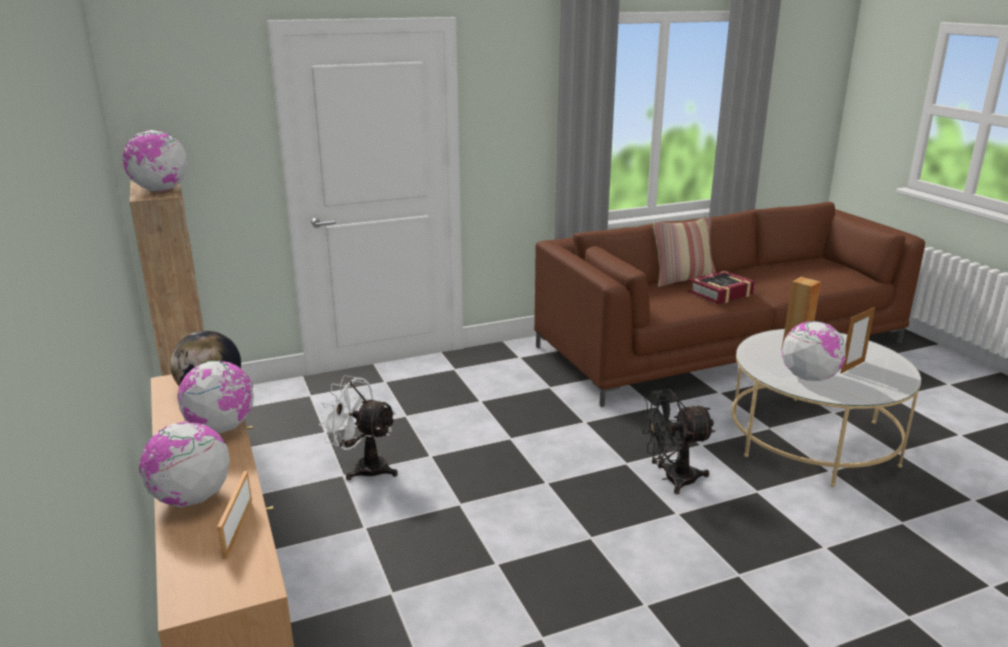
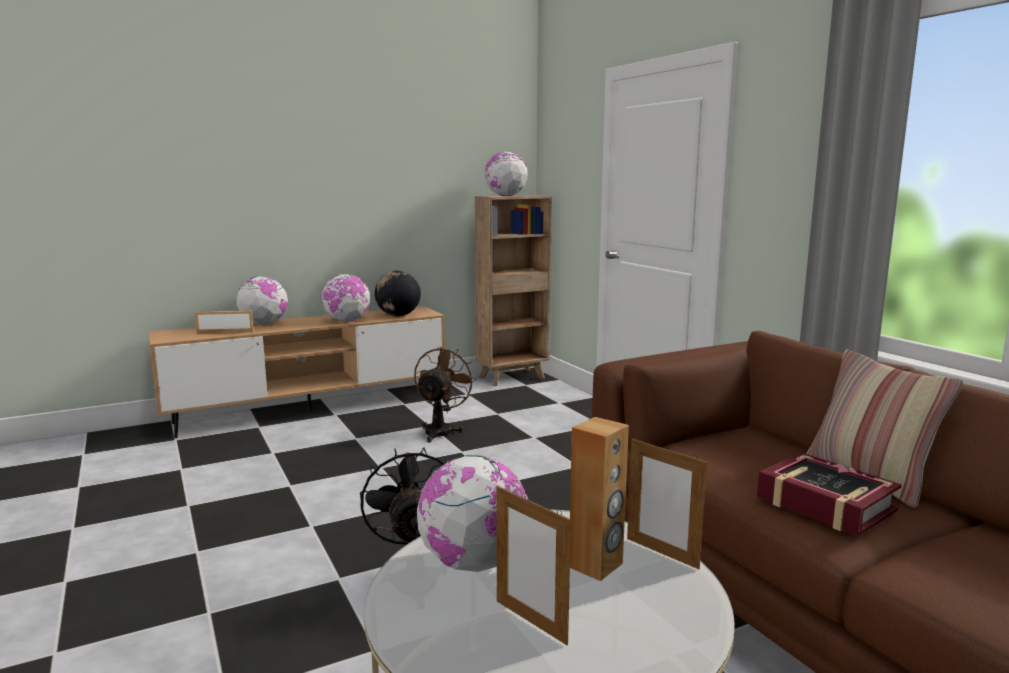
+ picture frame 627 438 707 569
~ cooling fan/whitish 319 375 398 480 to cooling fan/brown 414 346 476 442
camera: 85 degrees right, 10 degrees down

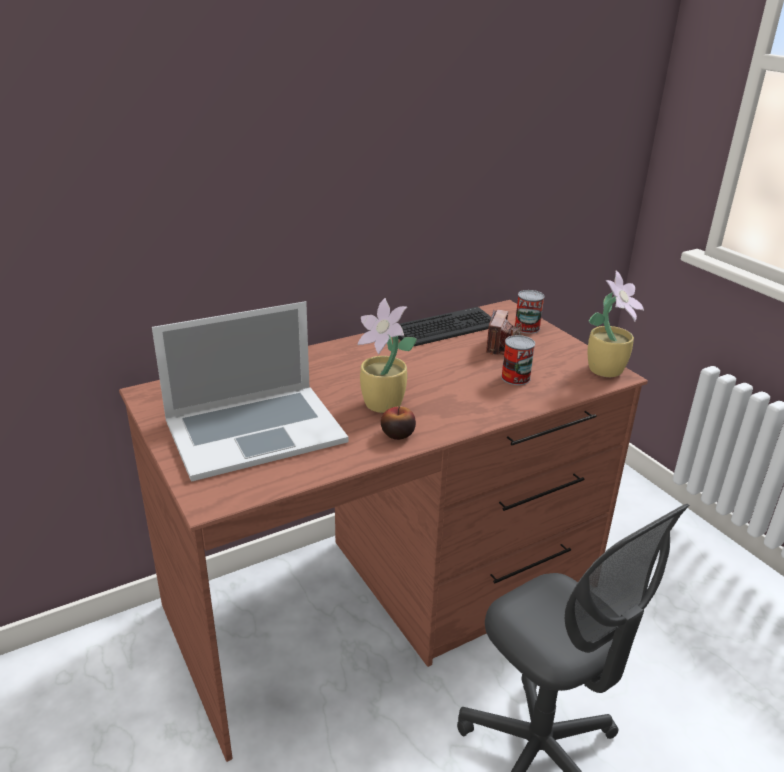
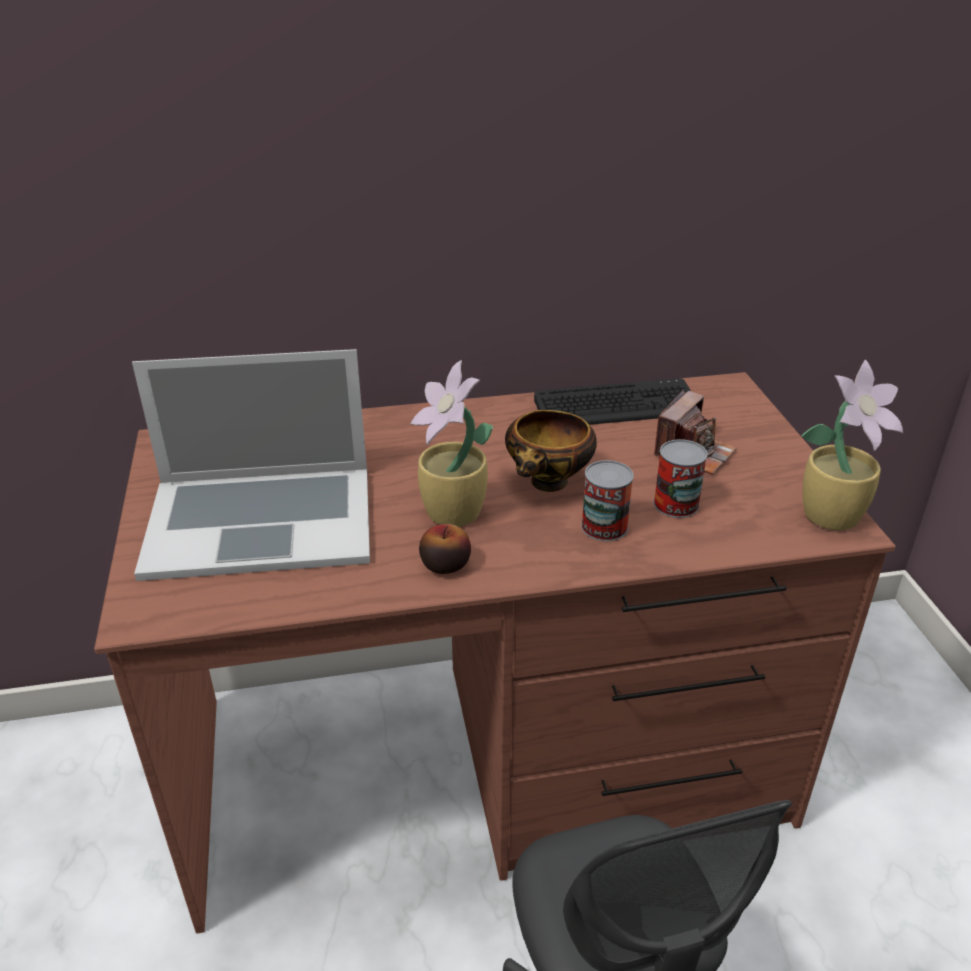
+ serving bowl 505 410 597 492
~ can 514 290 545 334 to 581 460 634 541
camera: 20 degrees right, 5 degrees up

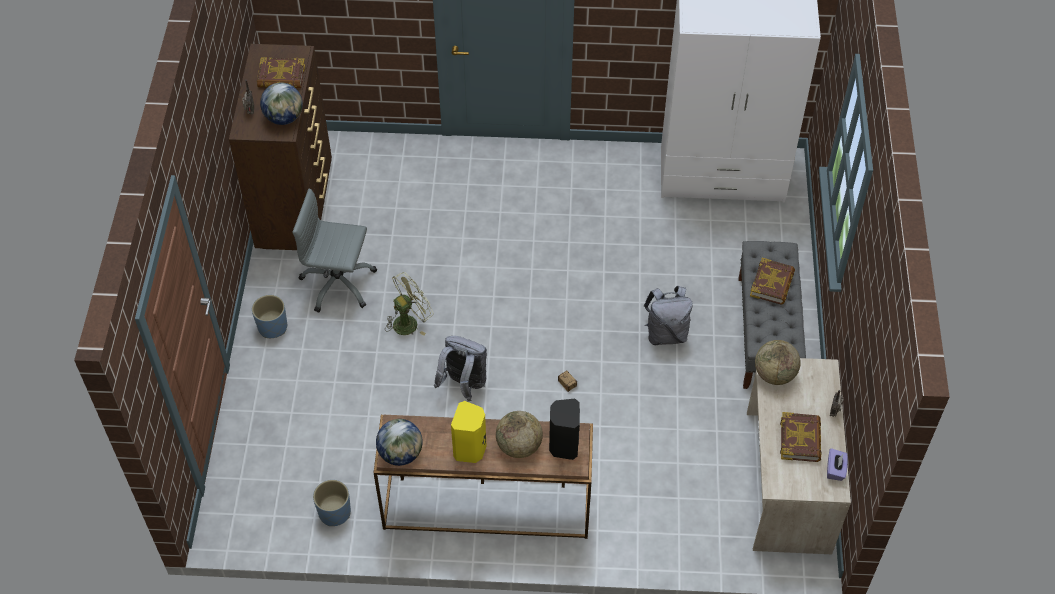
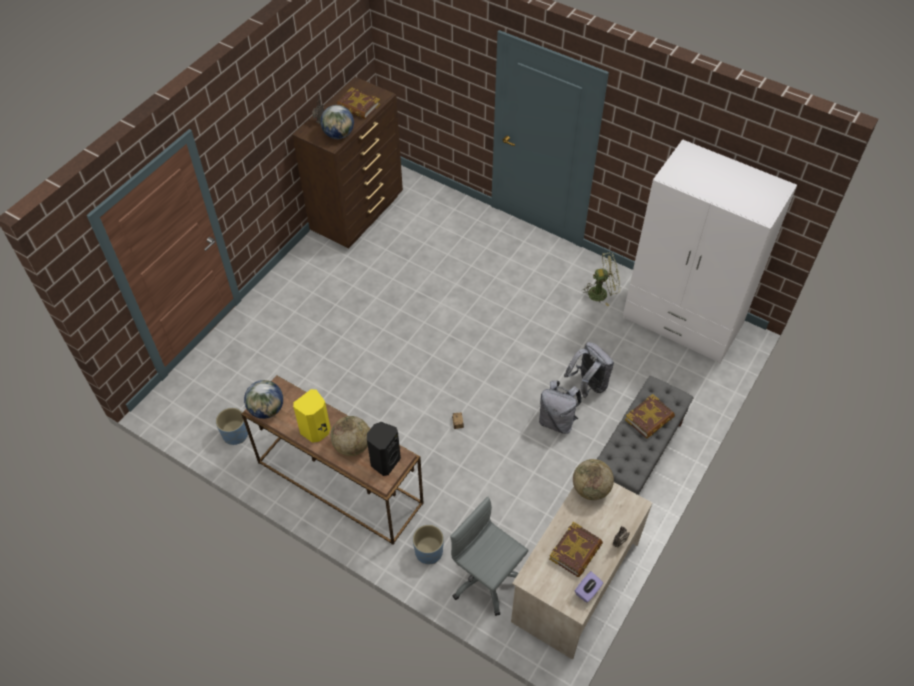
~ plant pot/bluish 252 295 287 338 to 413 525 444 564
~ office chair/gray 292 189 377 313 to 450 497 528 616
~ cooling fan/green-coloured 385 272 433 335 to 582 252 620 307
~ rucksack/gray 434 336 487 401 to 564 342 614 398
camera: 30 degrees right, 0 degrees up

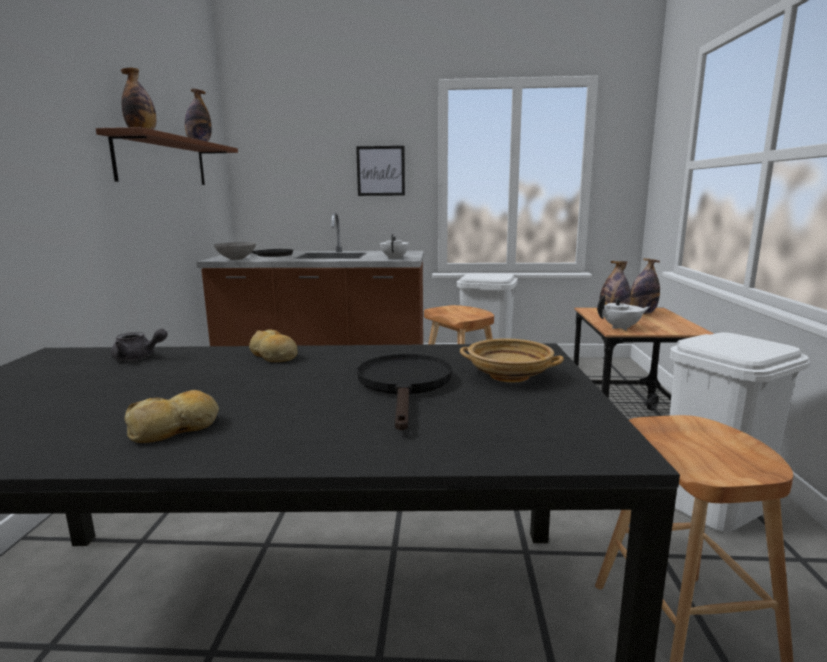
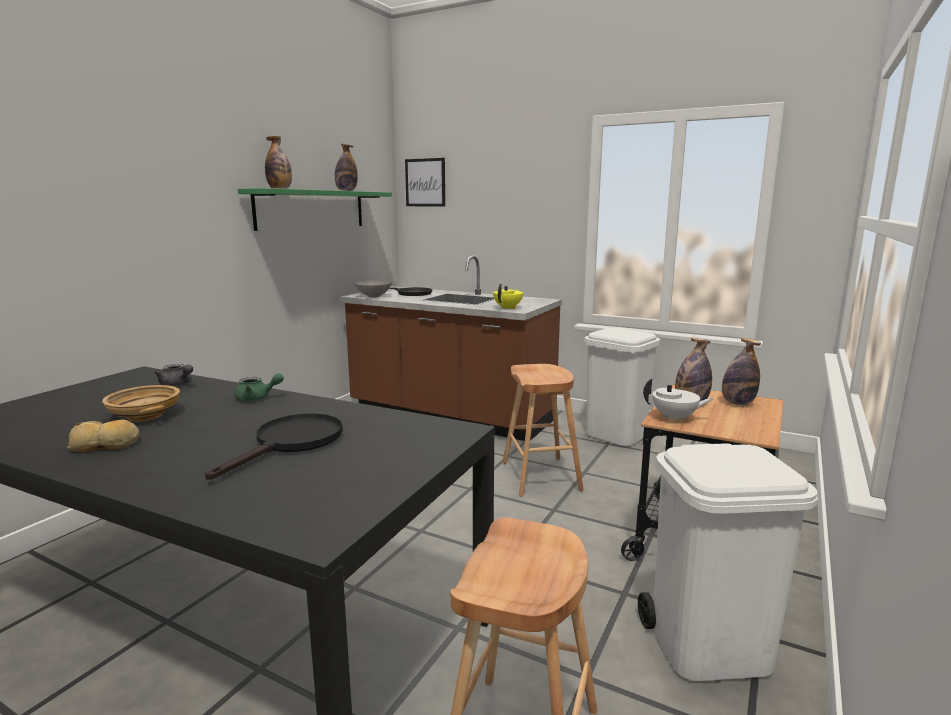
~ wall art 356 146 405 196 to 405 158 445 206
~ serving bowl/beige-coloured 460 338 564 382 to 102 385 180 421
~ bread 249 329 297 362 to teapot/green-coloured 235 373 284 401
~ bracket shelf/brown 96 127 238 185 to bracket shelf/green-coloured 238 188 392 231
~ teapot/whitish 380 234 409 259 to teapot/yellow-coloured 493 283 523 309
camera: 25 degrees right, 0 degrees up

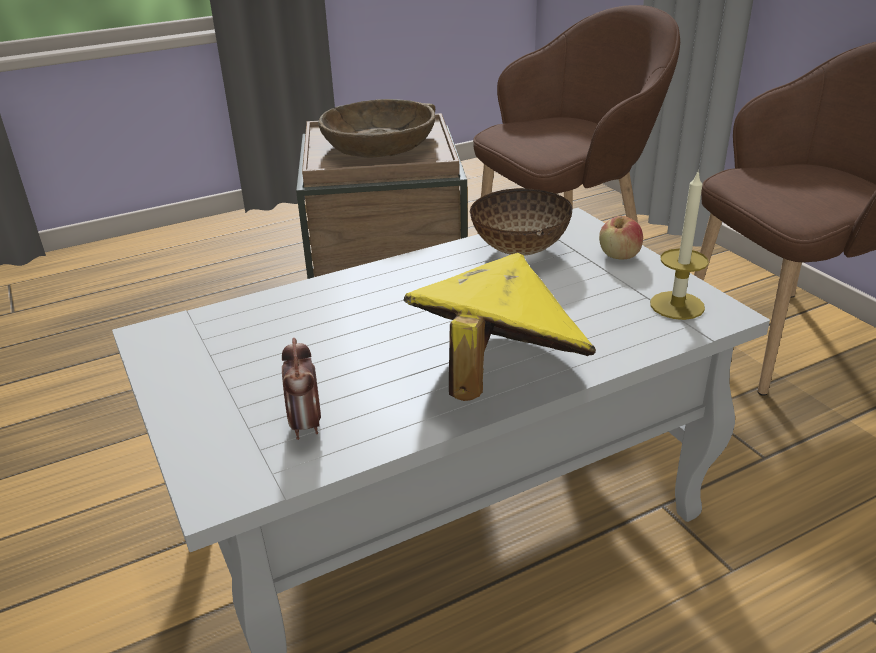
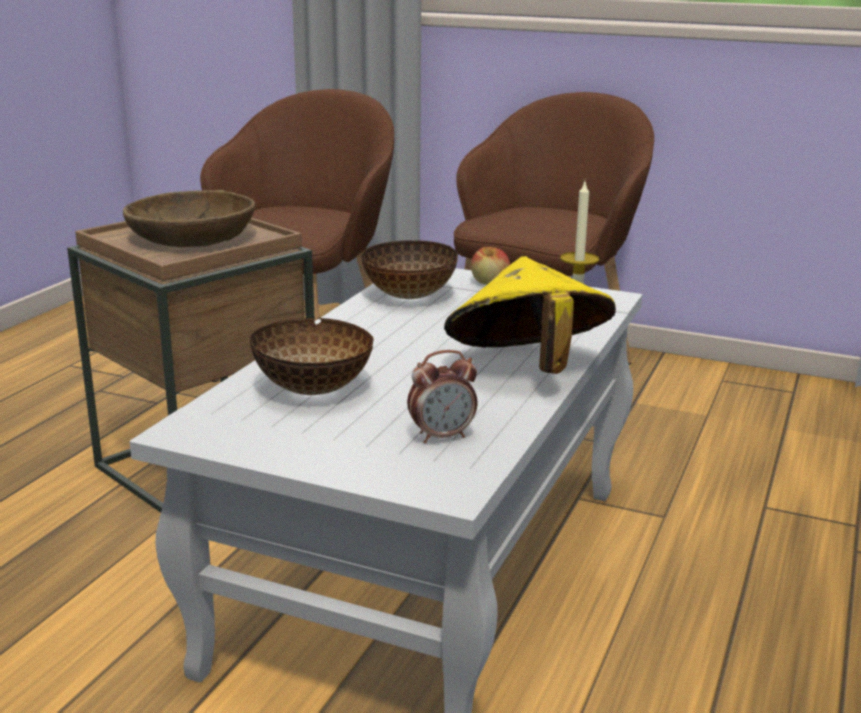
+ serving bowl 250 318 374 395
~ table clock 282 338 321 440 = 407 350 478 443 60 degrees counterclockwise
camera: 40 degrees left, 10 degrees down

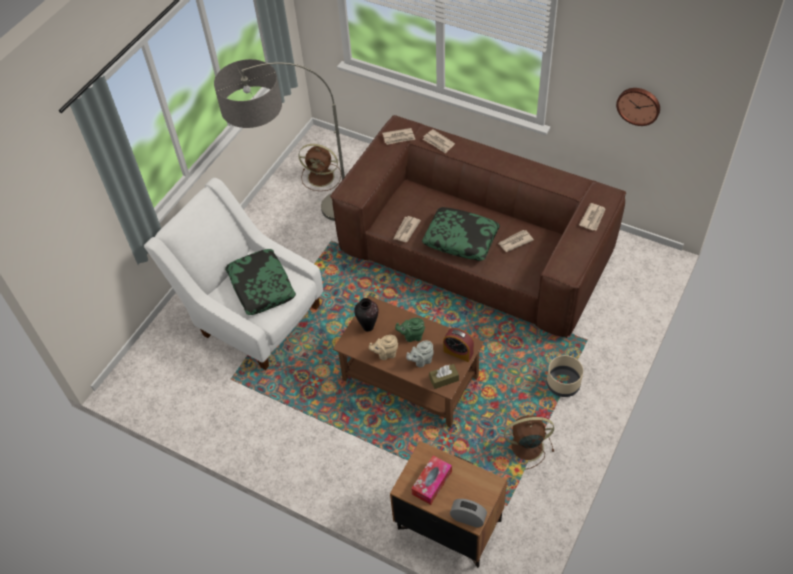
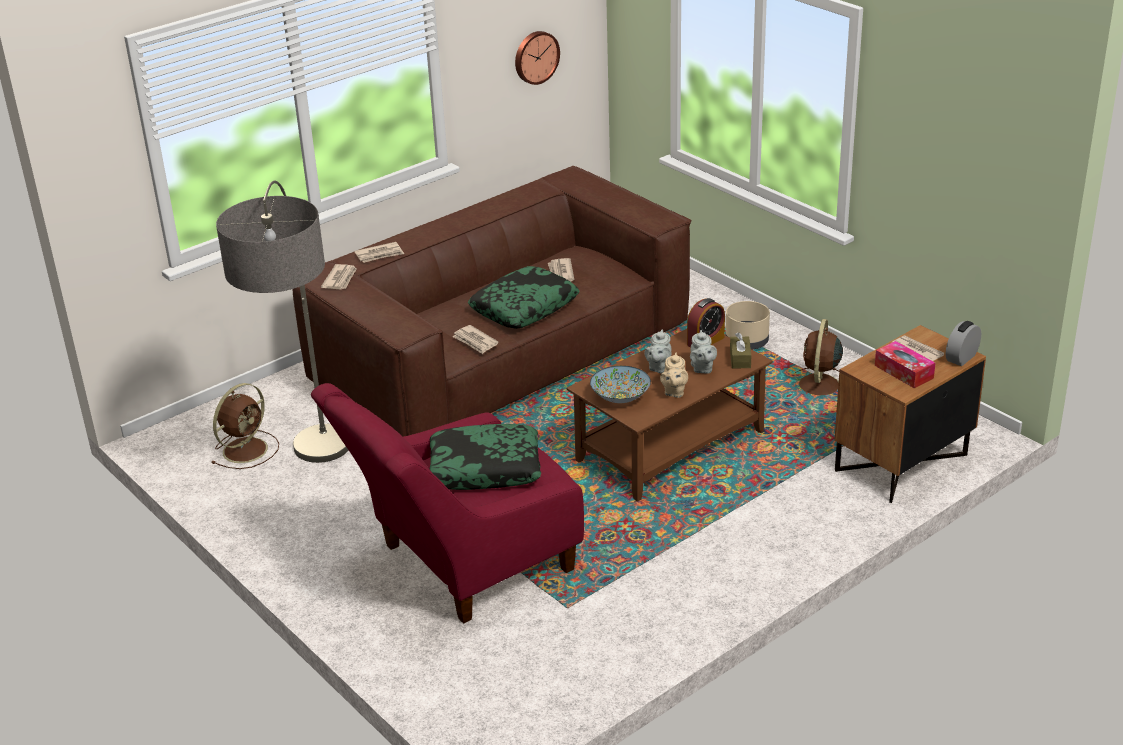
~ daily paper 579 203 606 231 to 891 335 944 361
~ vase 354 298 379 332 to serving bowl 590 366 651 403
~ lounge chair/whitish 144 178 323 370 to lounge chair/red 311 383 584 624
~ teapot/green-coloured 395 318 425 342 to teapot/gray 644 329 672 374
camera: 70 degrees left, 20 degrees down

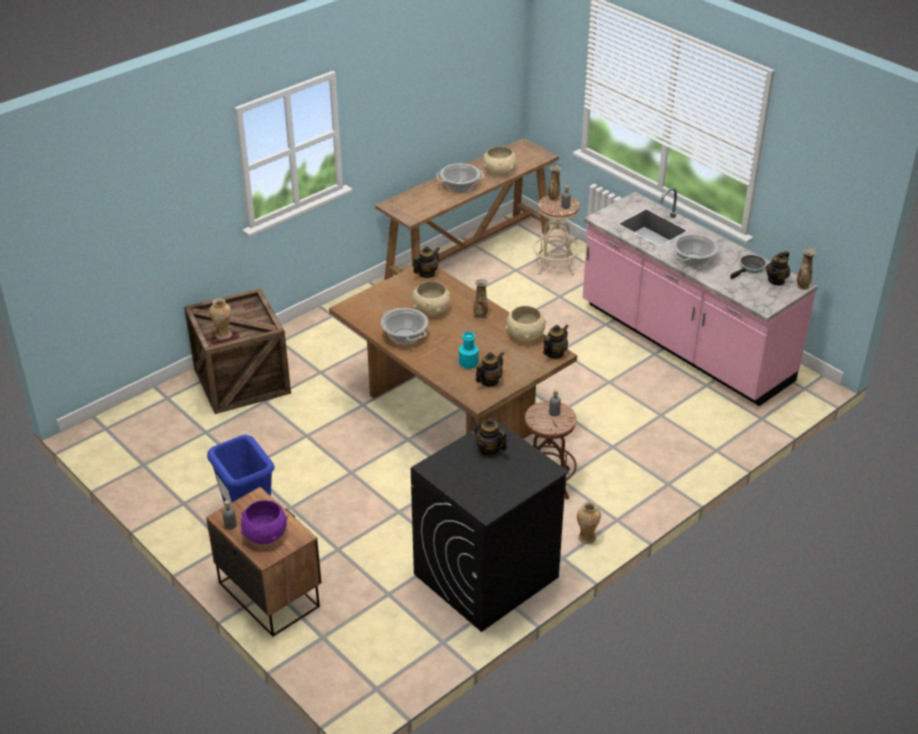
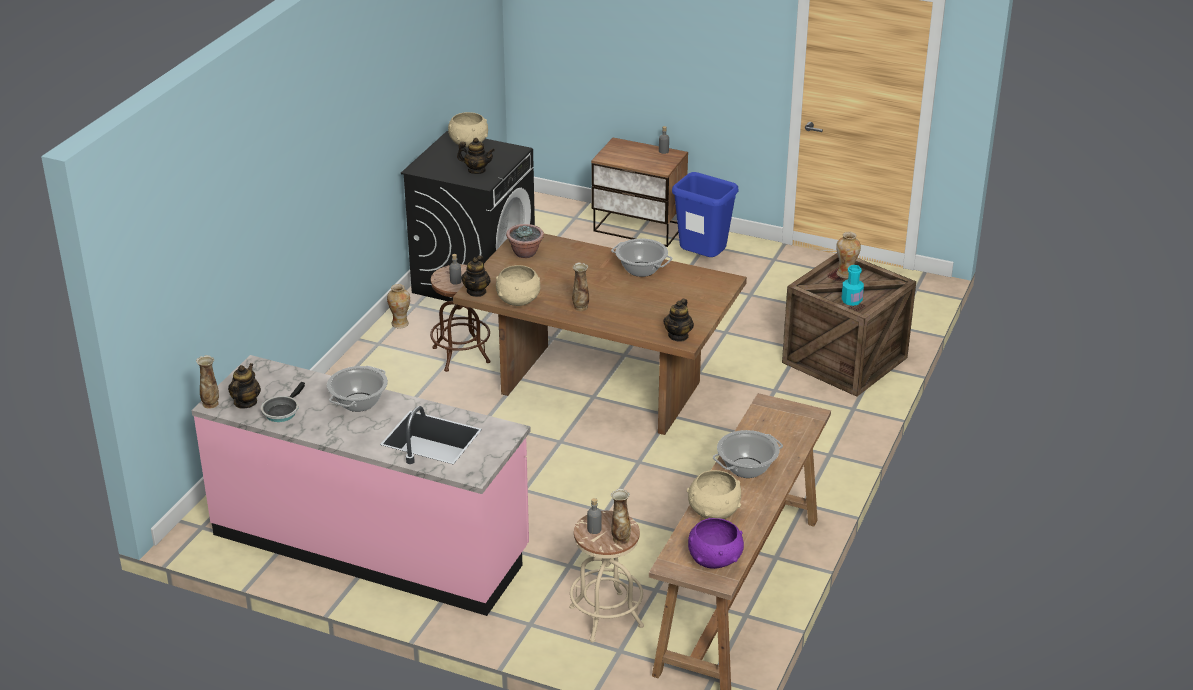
~ serving bowl/purple-coloured 240 500 288 544 to 688 518 744 569
~ serving bowl/beige-coloured 412 281 450 315 to 448 112 488 148
~ beverage bottle/blue-green 459 332 479 369 to 841 265 864 306
~ teapot 475 352 504 387 to plant in a pot 506 224 544 258
camera: 155 degrees right, 5 degrees down

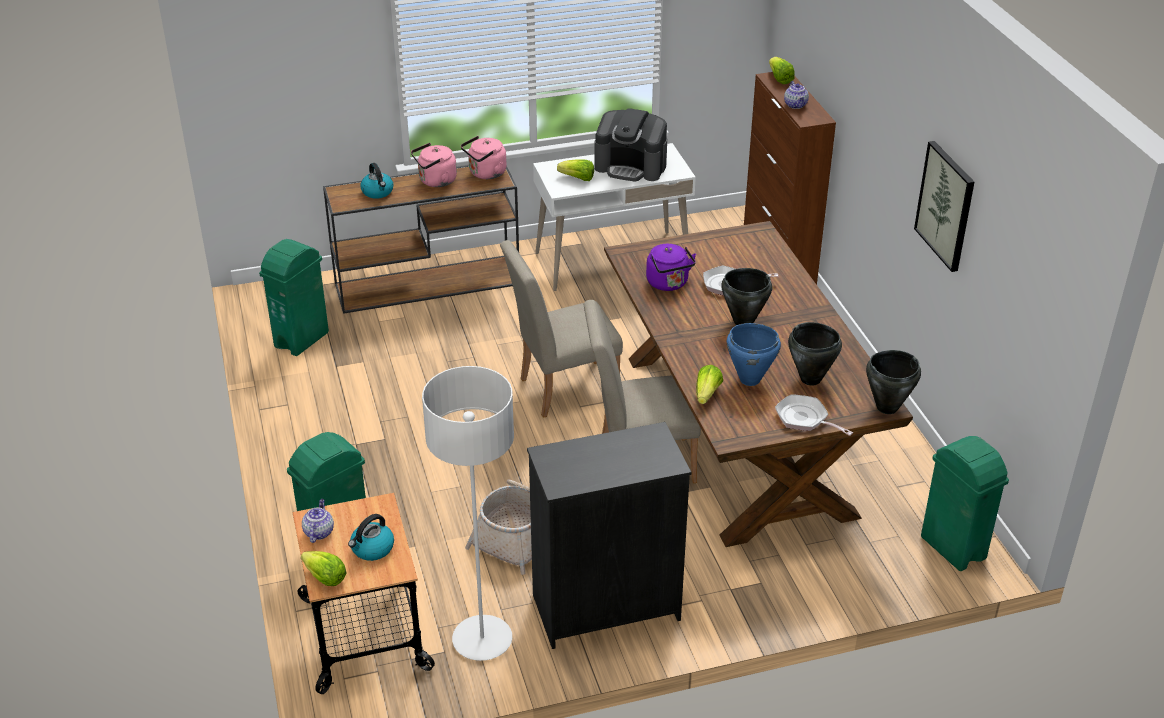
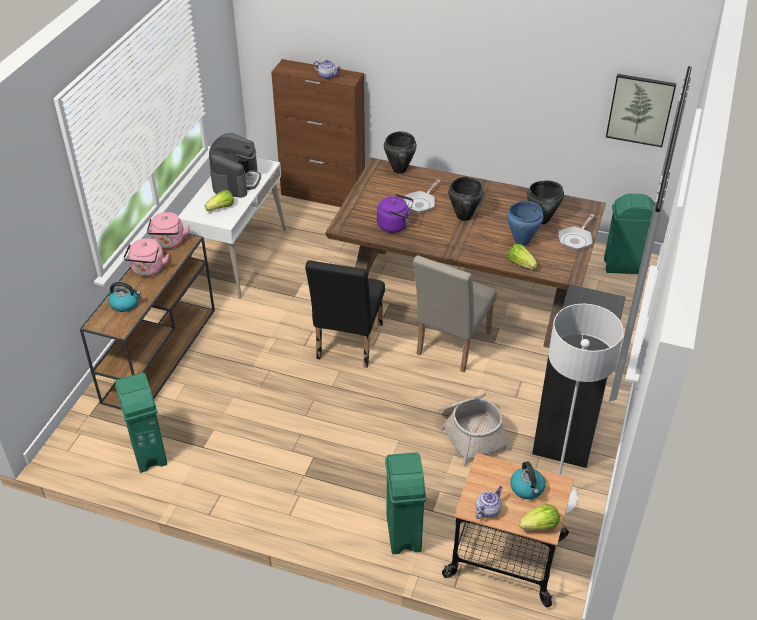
- lettuce 769 57 795 84
~ saucepot/black 866 350 921 414 to 384 131 417 174
~ wall art 914 141 974 272 to 606 74 677 147
~ plain chair/beige-coloured 500 240 623 418 to plain chair/black 305 260 385 368
~ teapot 302 499 334 543 = 476 486 502 519 90 degrees clockwise
~ coffee machine 594 108 667 182 = 209 133 261 198 45 degrees counterclockwise
~ frying pan 775 394 853 436 = 559 214 595 251 45 degrees counterclockwise
camera: 55 degrees left, 5 degrees up

